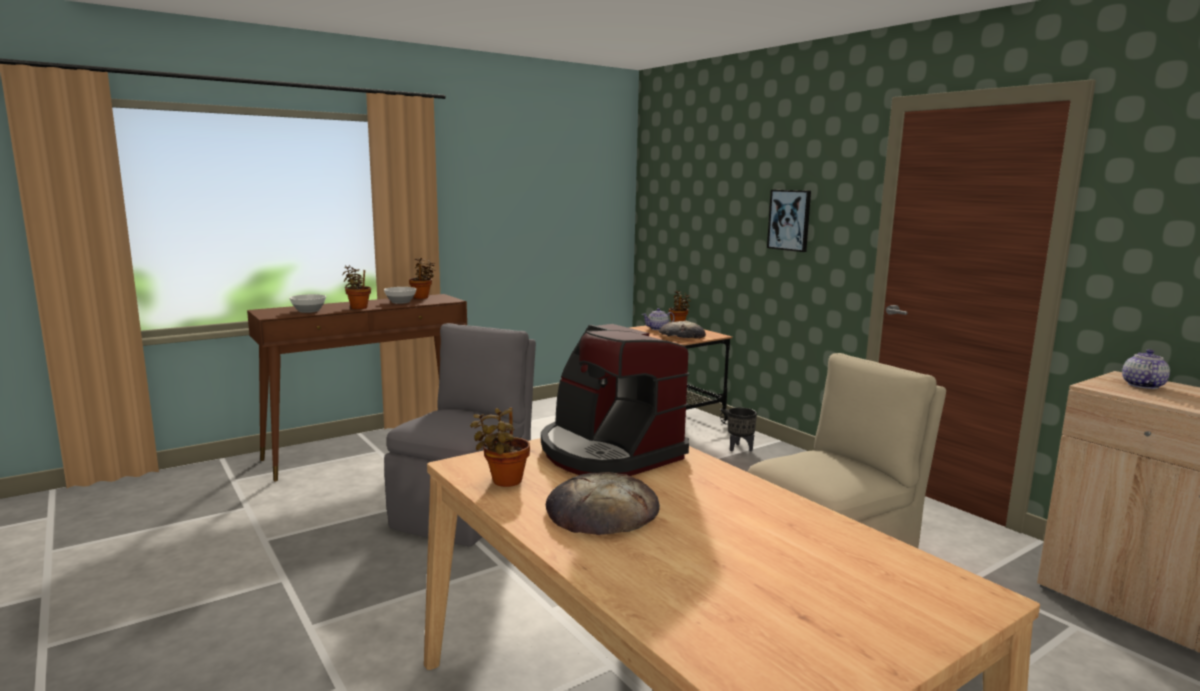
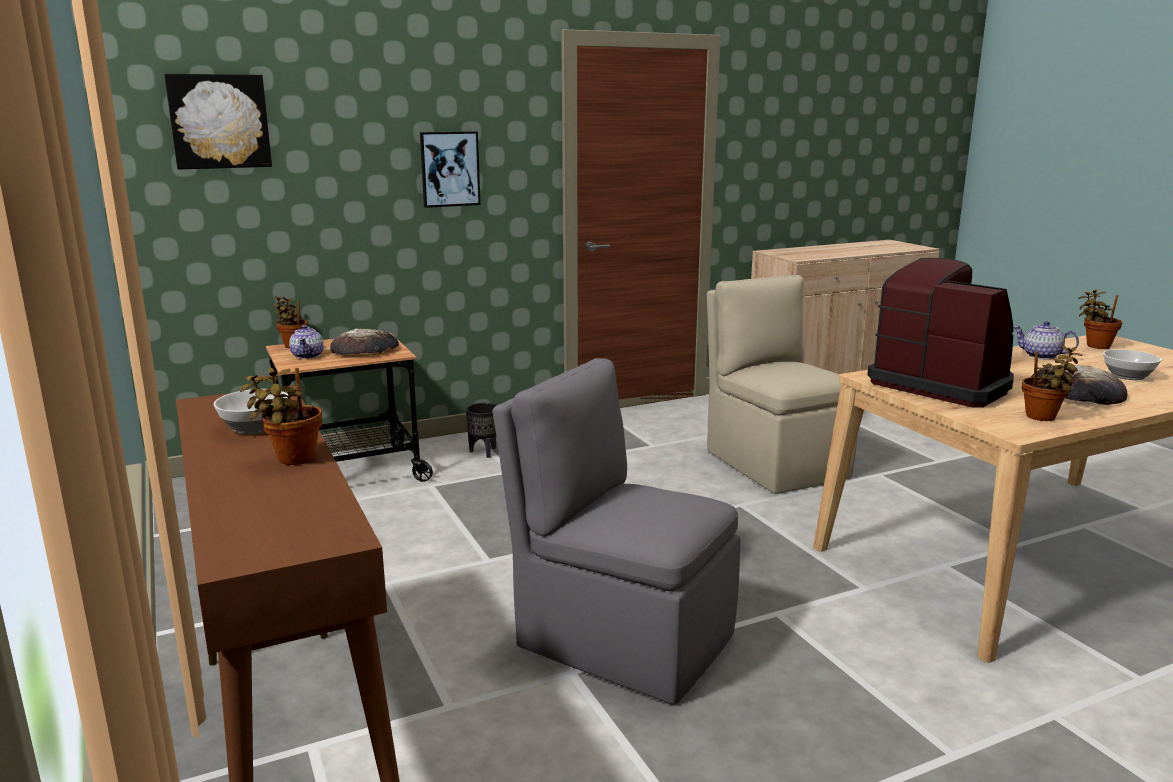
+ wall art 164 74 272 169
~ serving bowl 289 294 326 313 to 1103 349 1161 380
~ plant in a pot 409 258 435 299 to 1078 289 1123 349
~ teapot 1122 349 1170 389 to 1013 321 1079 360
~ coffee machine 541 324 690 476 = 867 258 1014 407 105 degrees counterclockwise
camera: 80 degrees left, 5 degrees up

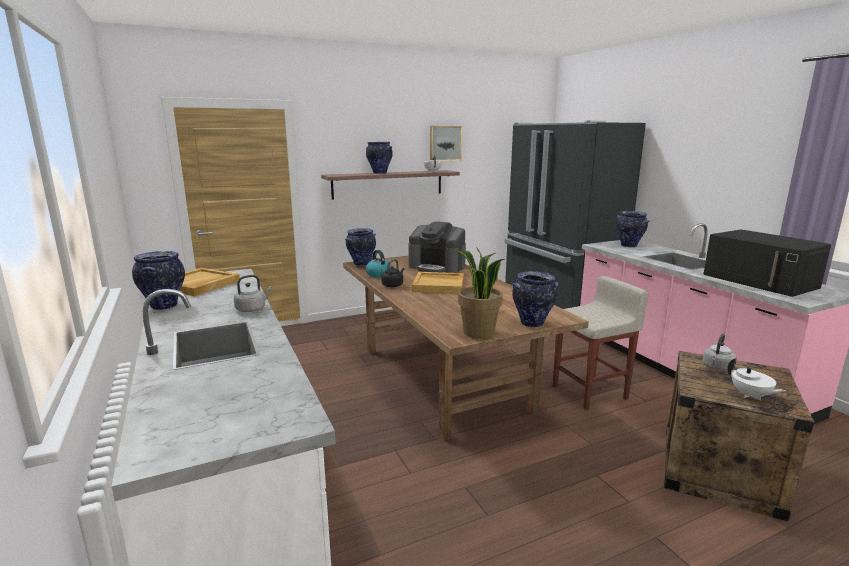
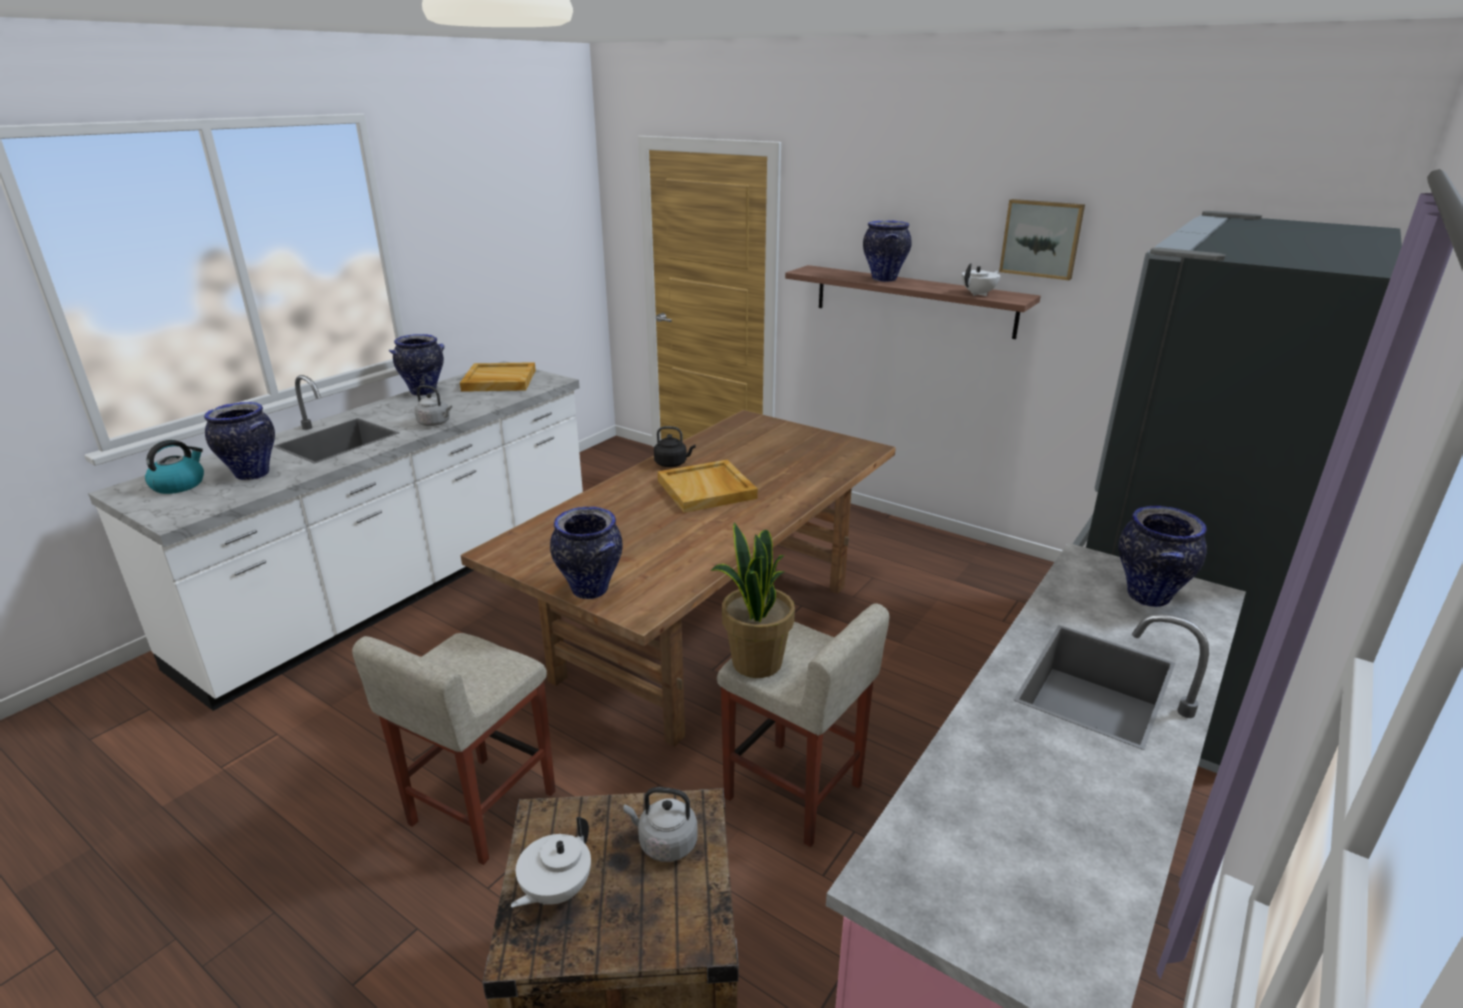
- coffee machine 408 221 466 273
- microwave oven/black 703 230 831 297
+ sitting stool/beige-coloured 352 633 555 865
~ vase 345 228 376 266 to 204 402 275 480
~ kettle 366 250 391 277 to 145 440 204 494
~ plant in a pot 453 247 505 339 to 710 522 795 678
camera: 60 degrees right, 10 degrees up

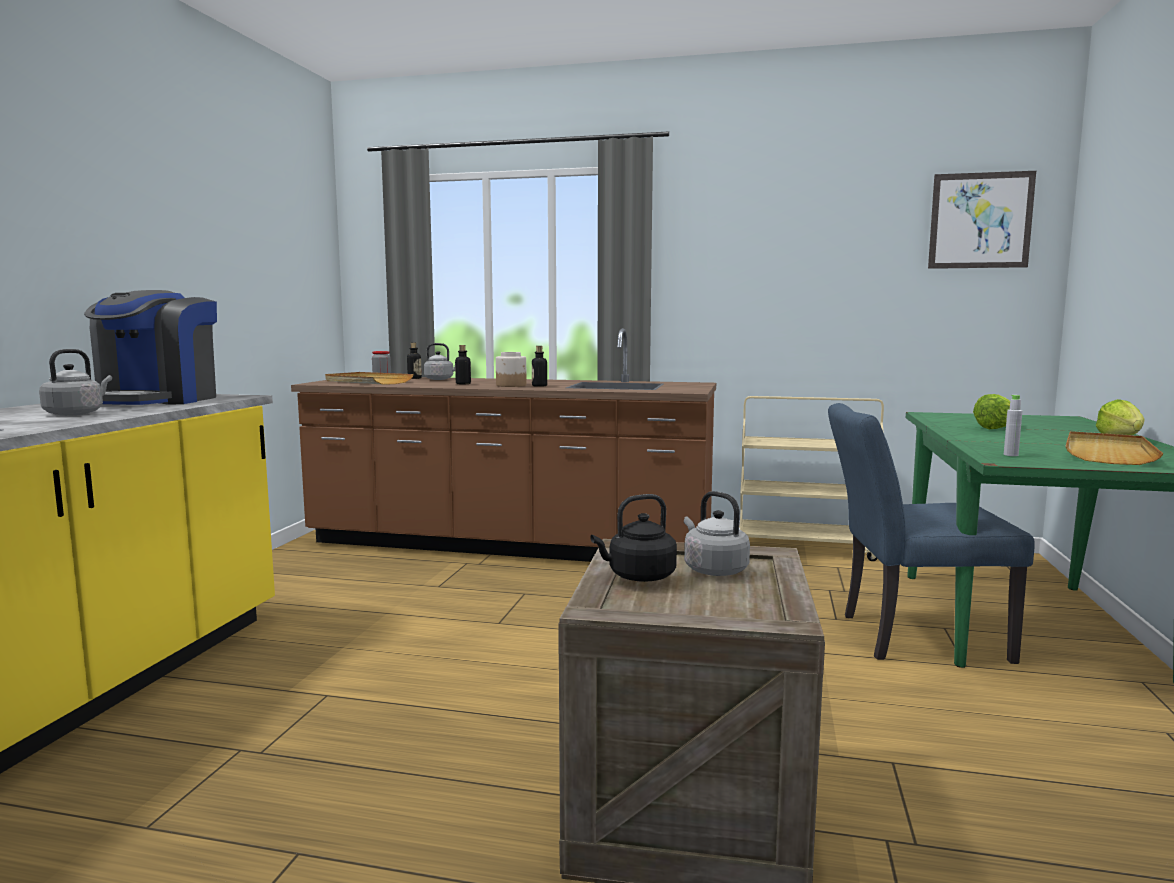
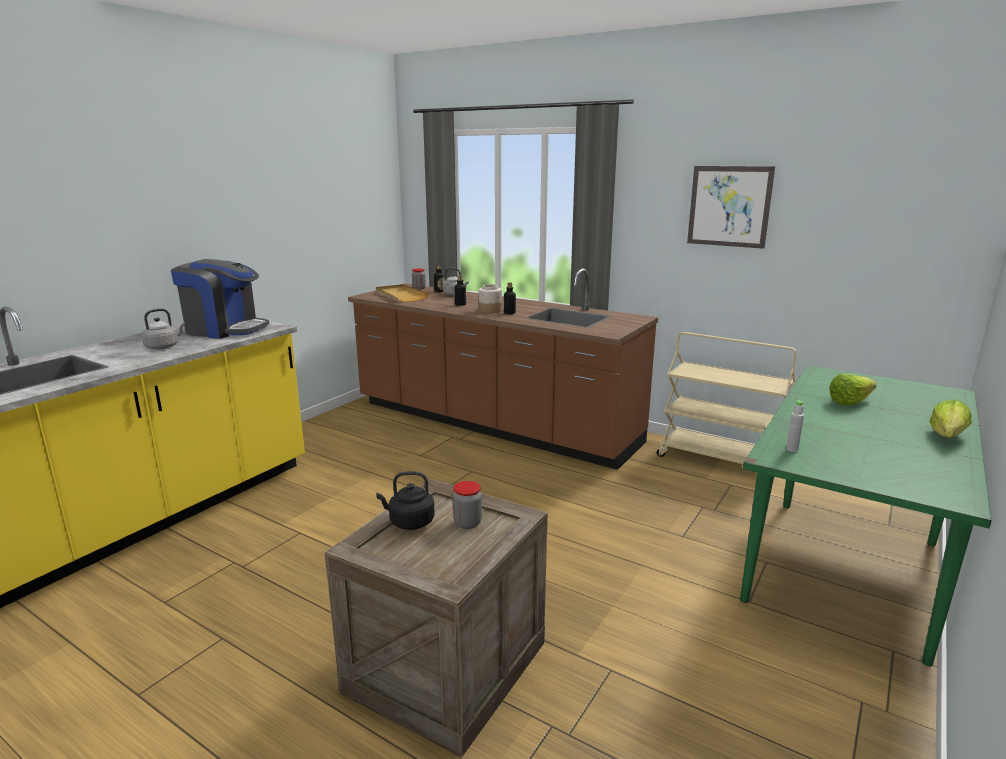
- plain chair/bluish 828 403 1034 664
- serving tray/beige-coloured 1065 431 1164 465
~ wall art 928 171 1036 269 to 687 166 775 249
~ kettle/gray 684 491 750 576 to jar 453 481 482 529
~ coffee machine 84 290 217 405 = 171 259 269 339 105 degrees counterclockwise
camera: 20 degrees right, 10 degrees up

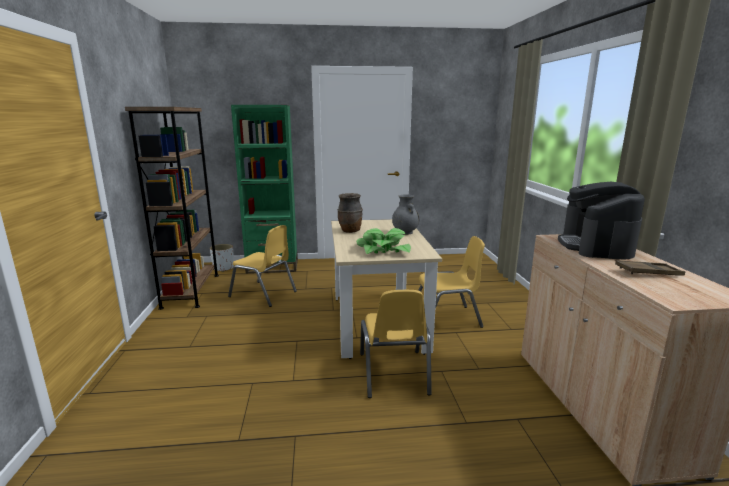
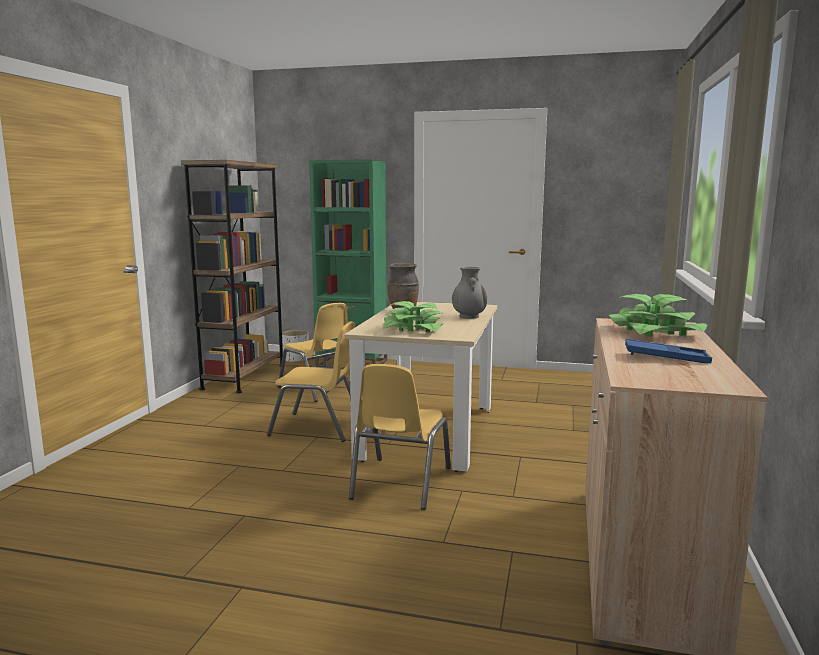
~ plain chair/yellow-coloured 418 236 485 328 to 267 321 356 442
~ coffee machine 558 182 645 259 to plant in a pot 608 294 707 336
~ serving tray/brown 615 260 685 276 to serving tray/bluish 625 339 712 363
camera: 20 degrees right, 5 degrees down

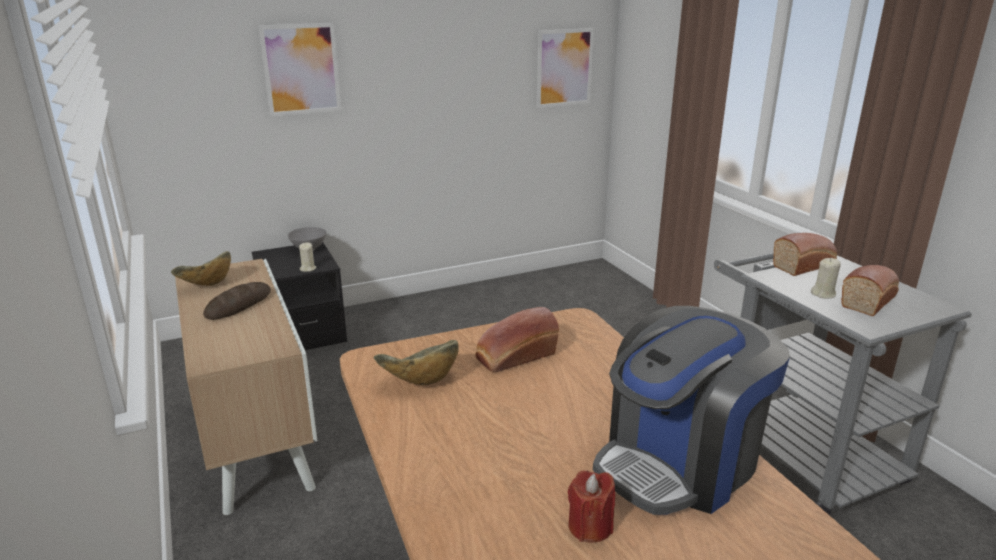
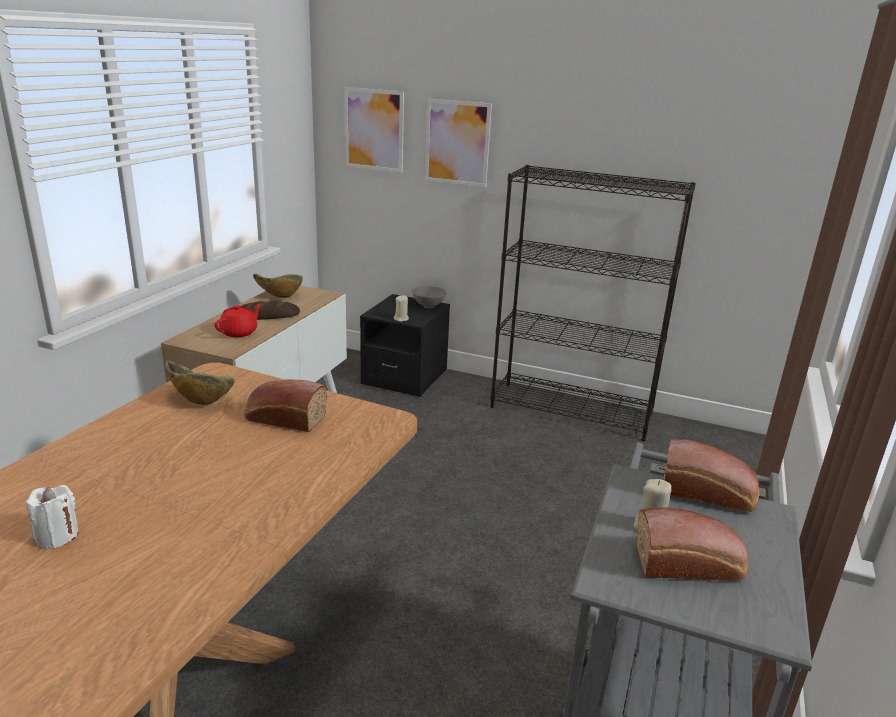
- coffee machine 593 306 790 515
+ teapot/red 214 303 262 337
+ bookcase/black 490 165 696 441
~ wall art 537 28 594 108 to 344 87 404 173
~ candle/red 568 471 615 543 to candle/whitish 26 485 79 548
camera: 45 degrees right, 0 degrees up

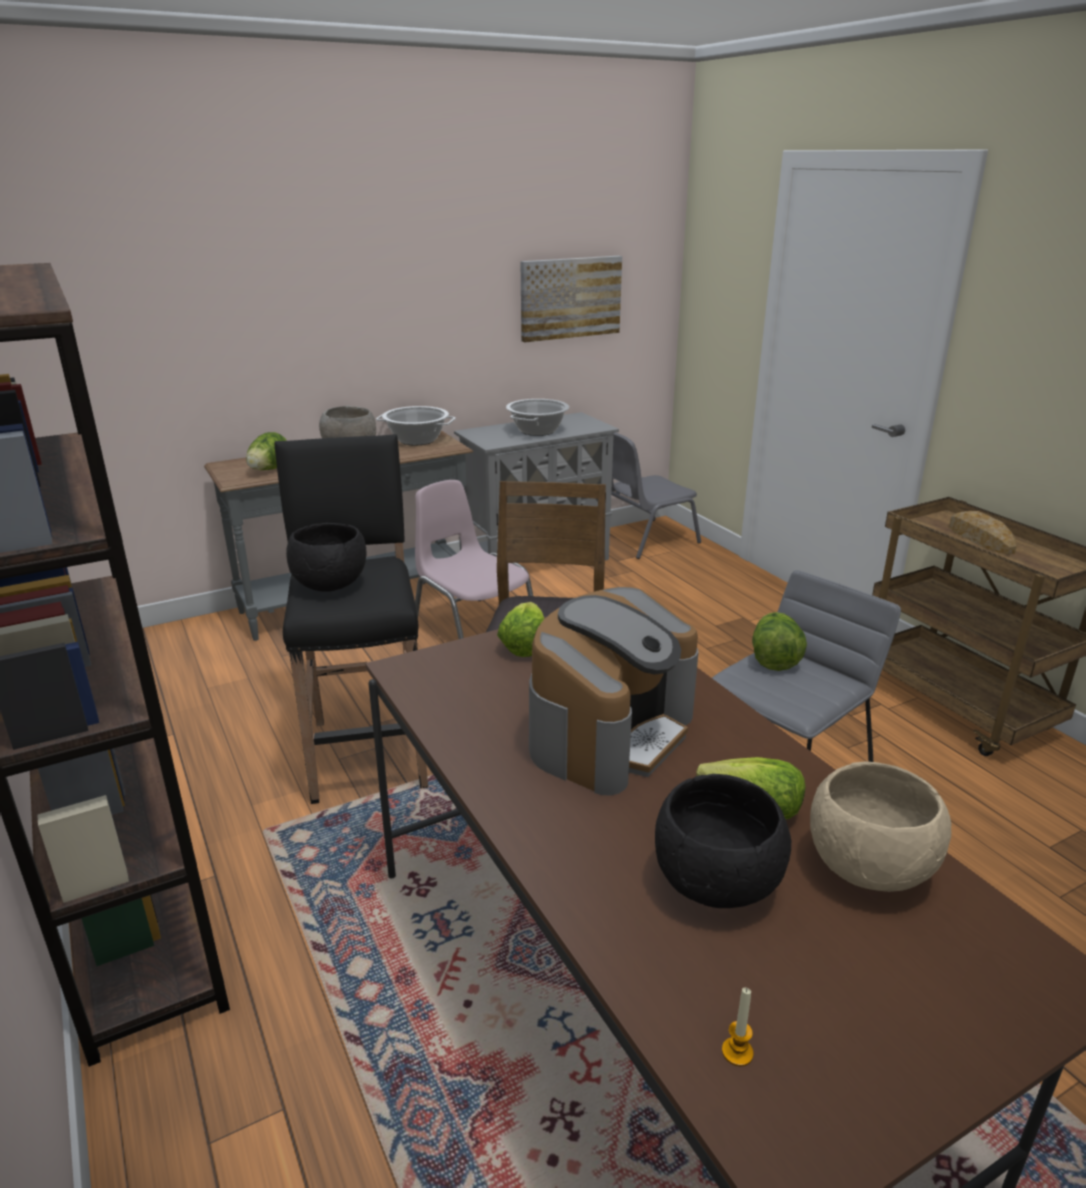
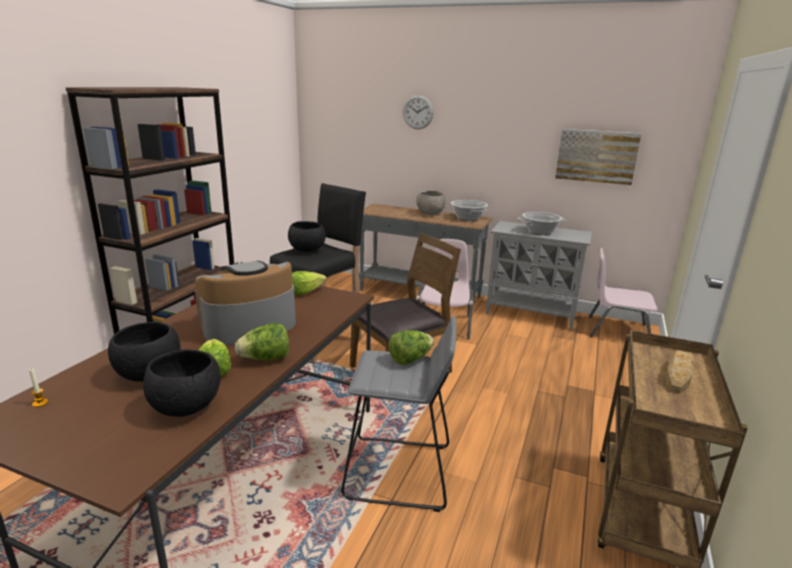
+ hanging clock 403 95 434 129
~ lettuce 246 432 287 470 to 235 323 289 360
~ plain chair/gray 611 433 701 559 to plain chair/pink-coloured 589 248 658 337
~ serving bowl/beige-coloured 810 762 952 892 to serving bowl/black 143 349 221 417
~ coffee machine 529 587 698 795 = 195 261 296 345 150 degrees clockwise
camera: 50 degrees right, 5 degrees down

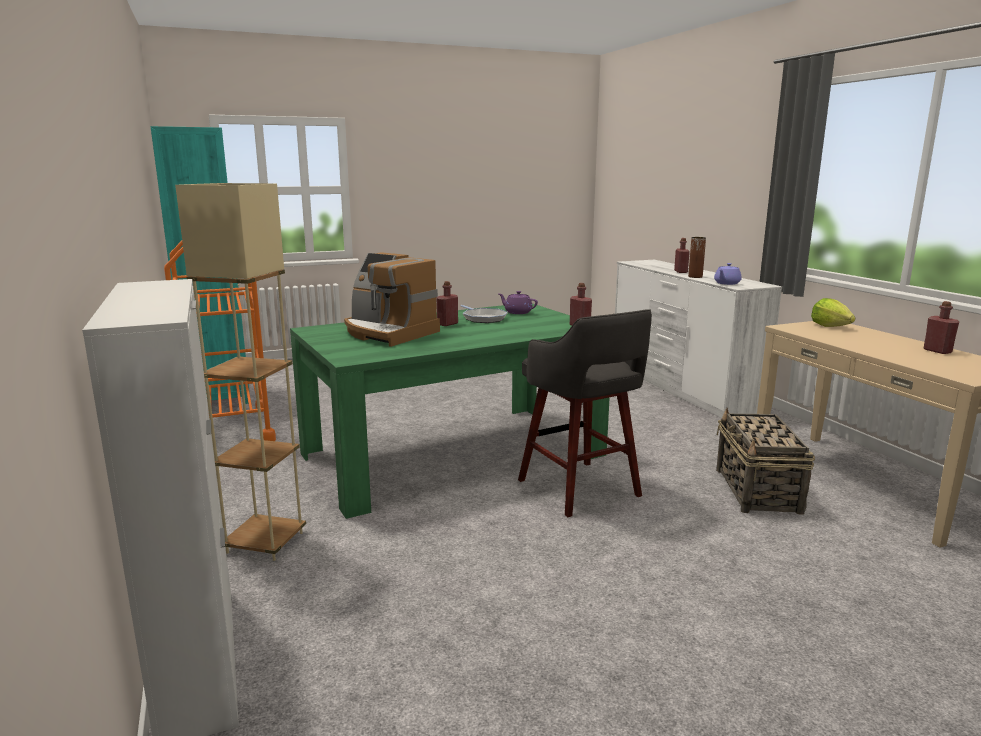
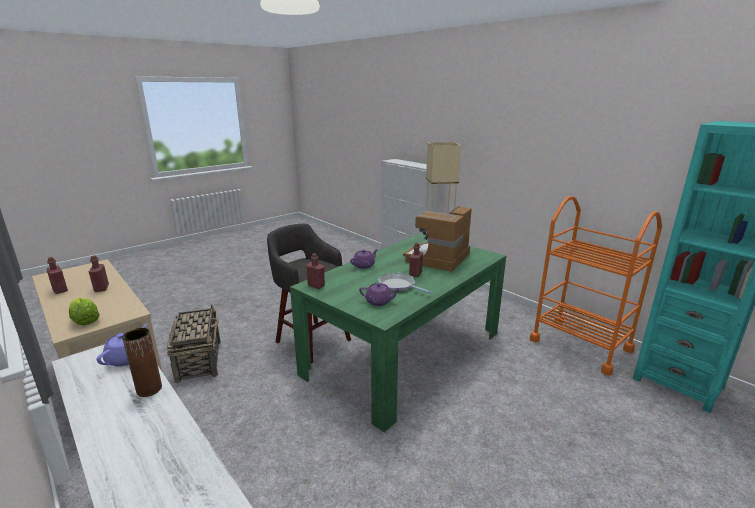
+ teapot/purple-coloured 350 249 378 269
~ beverage bottle/red 674 238 690 273 to 89 255 109 292
~ coffee machine 344 252 440 347 = 403 206 472 272 75 degrees counterclockwise
camera: 160 degrees right, 5 degrees up

